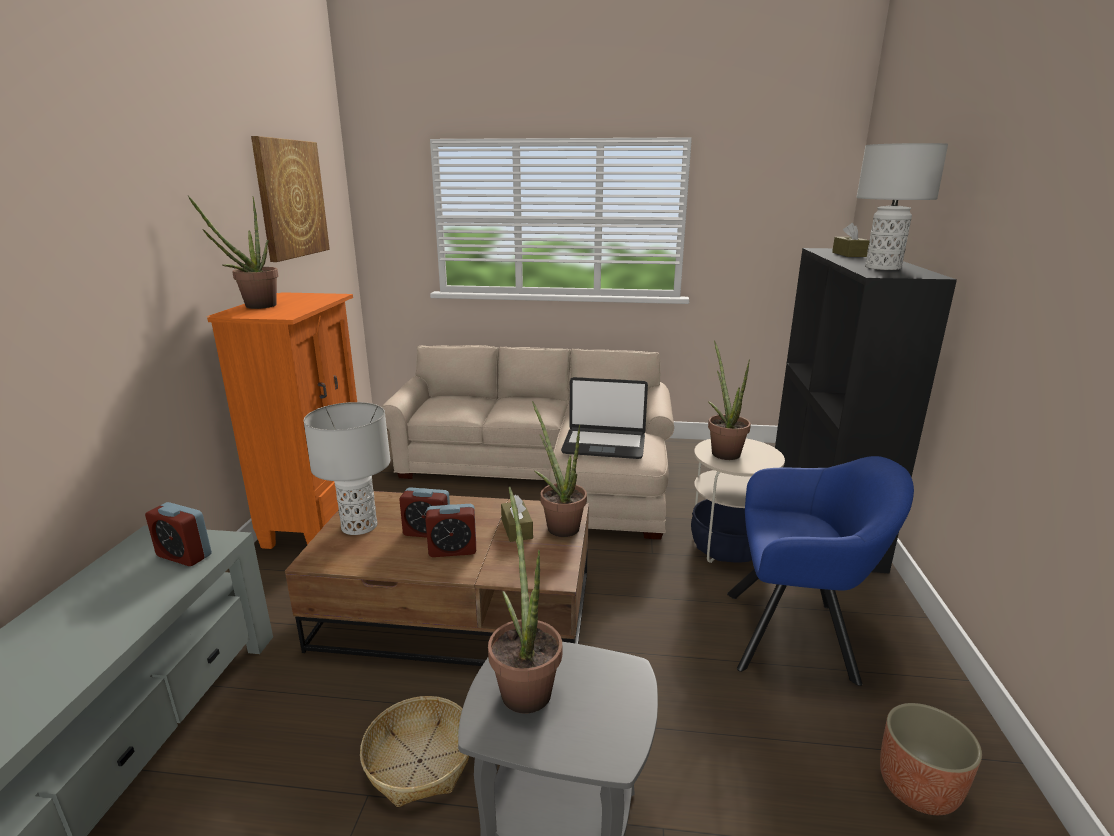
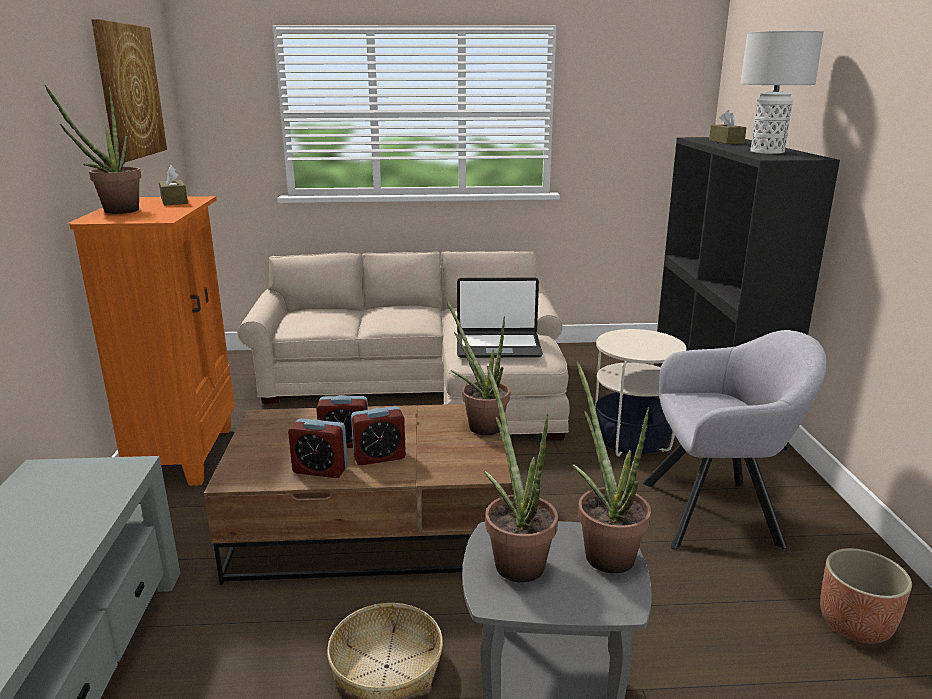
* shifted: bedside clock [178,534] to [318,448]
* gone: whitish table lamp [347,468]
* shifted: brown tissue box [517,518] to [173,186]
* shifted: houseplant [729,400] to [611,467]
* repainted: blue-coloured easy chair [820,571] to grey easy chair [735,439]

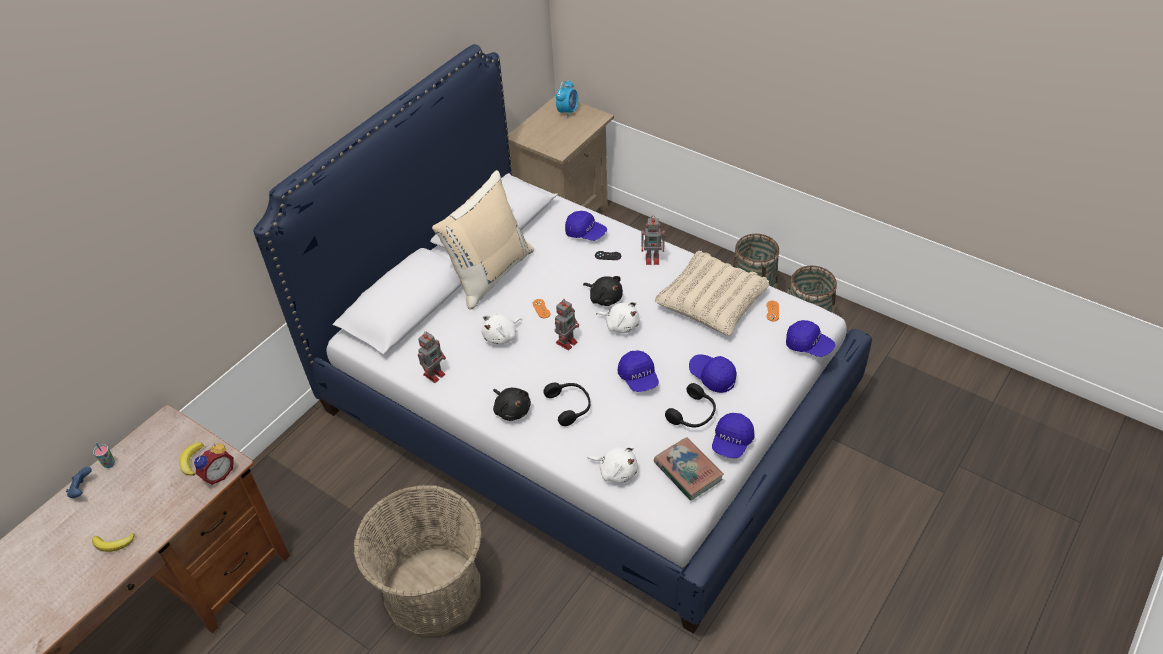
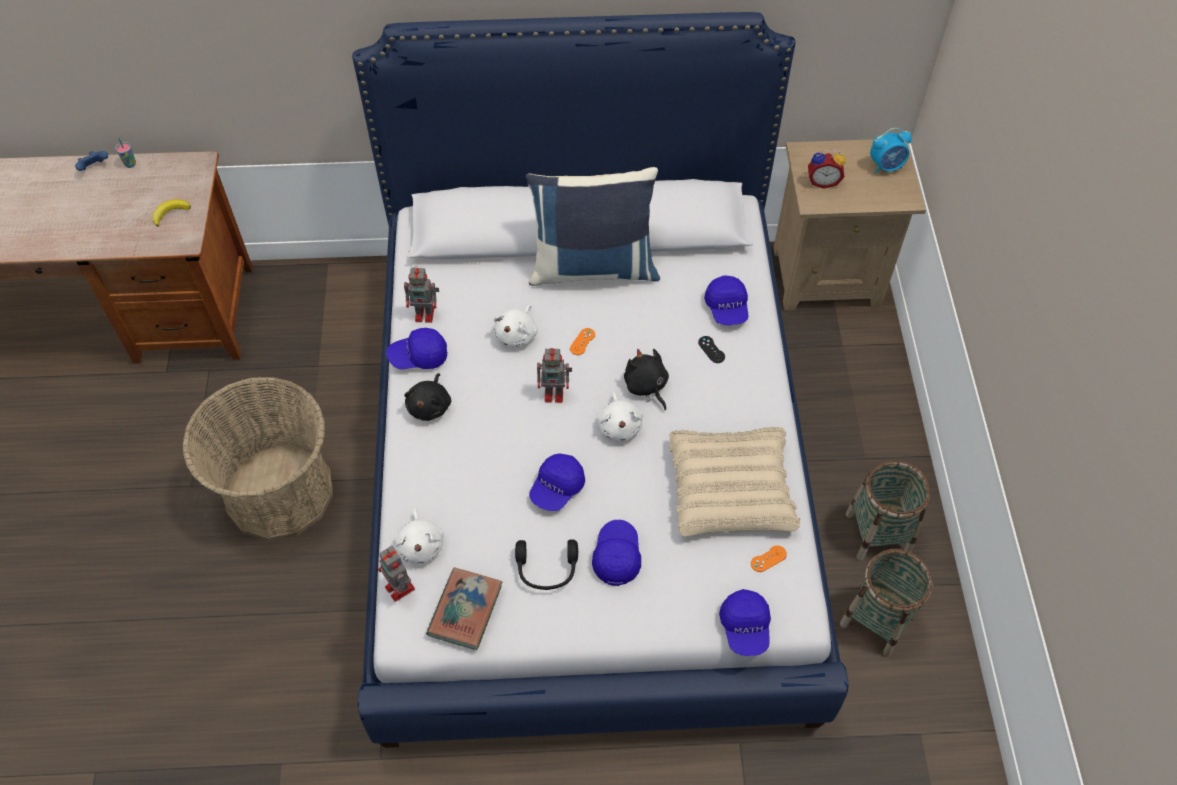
* gone: banana [113,542]
* shifted: bedside clock [214,464] to [827,169]
* repainted: beige-coloured cushion [483,240] to blue-coloured cushion [593,226]
* rotated: whitish soft toy [502,329] = [516,326] 75 degrees counterclockwise
* gone: blackish pair of headphones [567,404]
* rotated: blackish soft toy [603,291] = [646,379] 150 degrees clockwise
* shifted: robot figure [654,240] to [396,574]
* shifted: blue-coloured baseball cap [733,435] to [416,348]

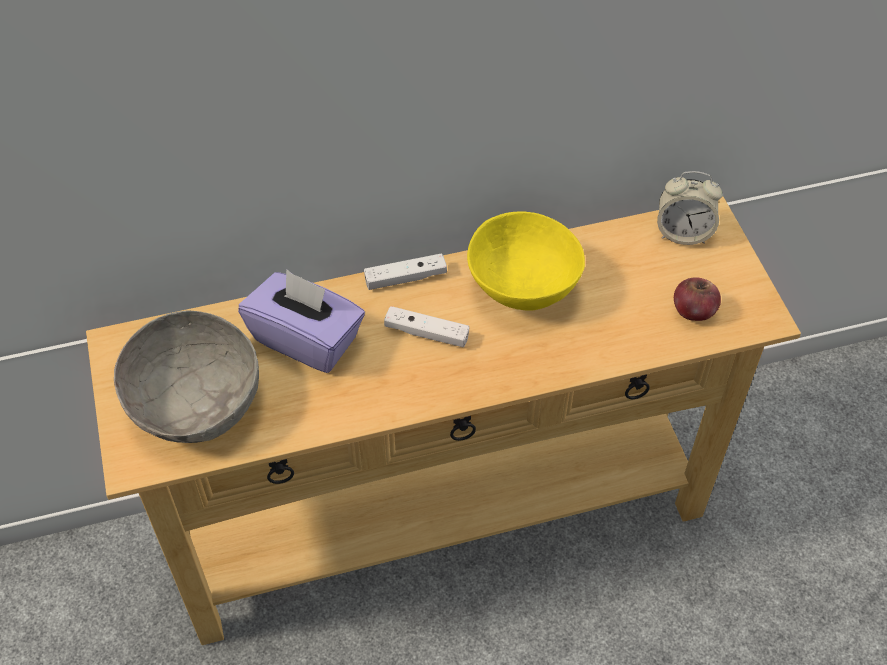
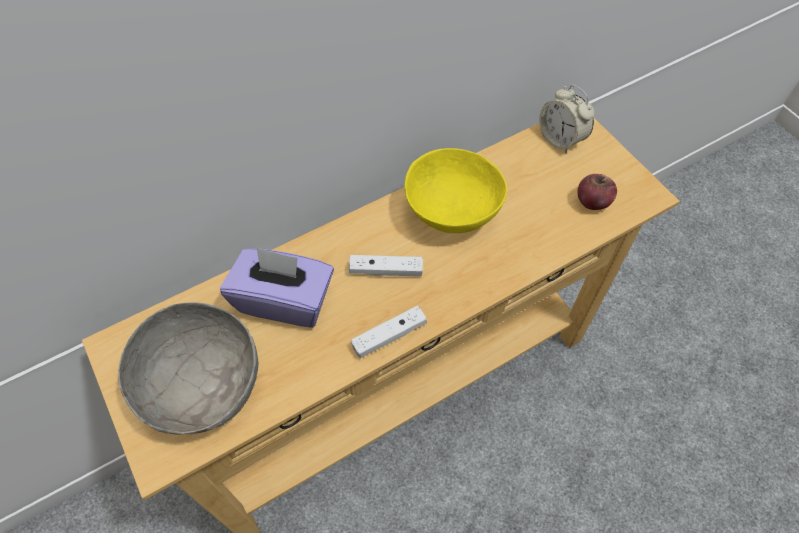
* shifted: whitish game controller [405,271] to [389,331]
* rotated: bedside clock [690,208] = [567,119] 60 degrees clockwise

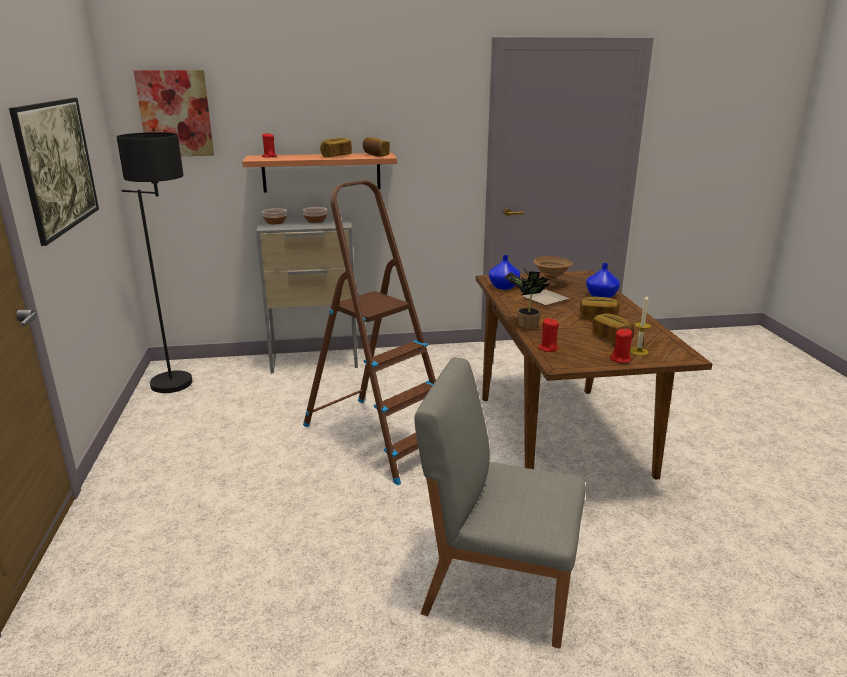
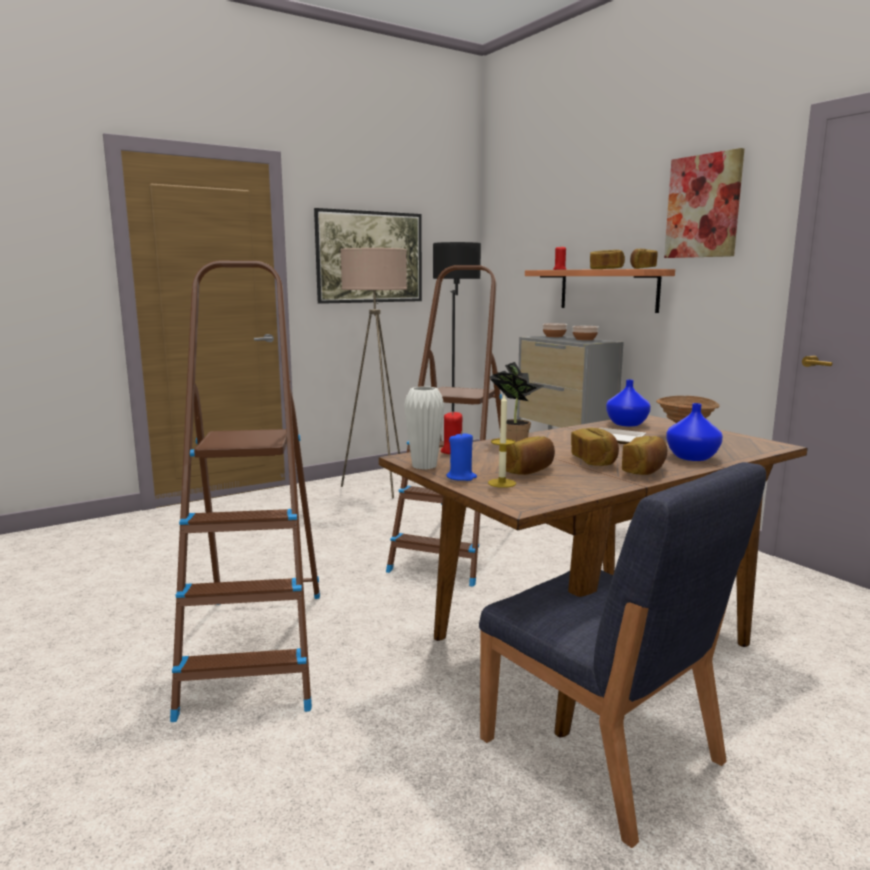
* shifted: wall picture [174,113] to [704,203]
* swapped: grey chair [500,503] to brown stepladder [245,491]
* repainted: red-coloured candle [621,345] to blue-coloured candle [461,456]
* new: beige-coloured floor lamp [373,373]
* new: whitish flower vase [424,428]
* new: blue-coloured chair [622,655]
* new: baked bread [644,455]

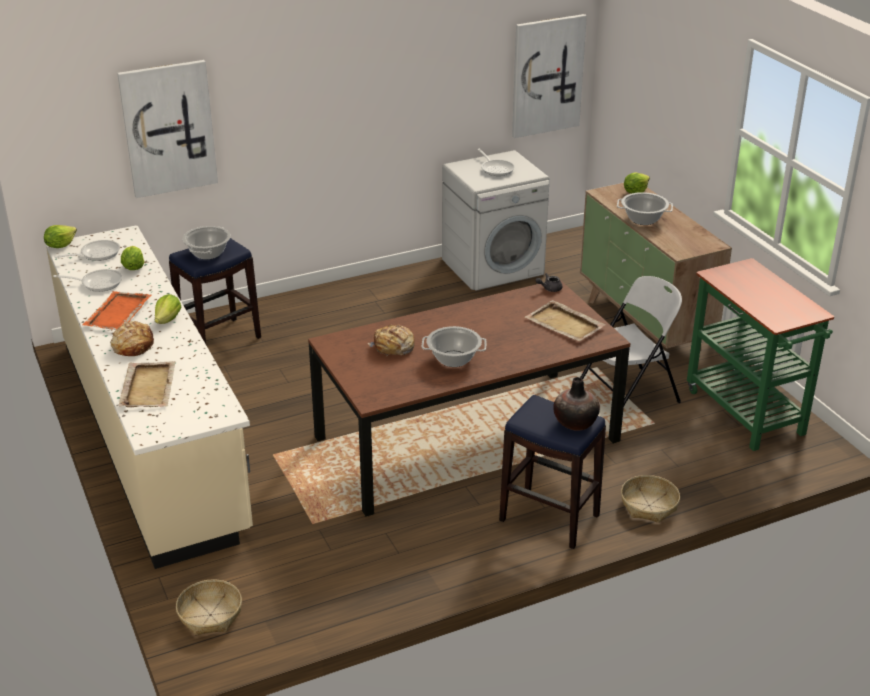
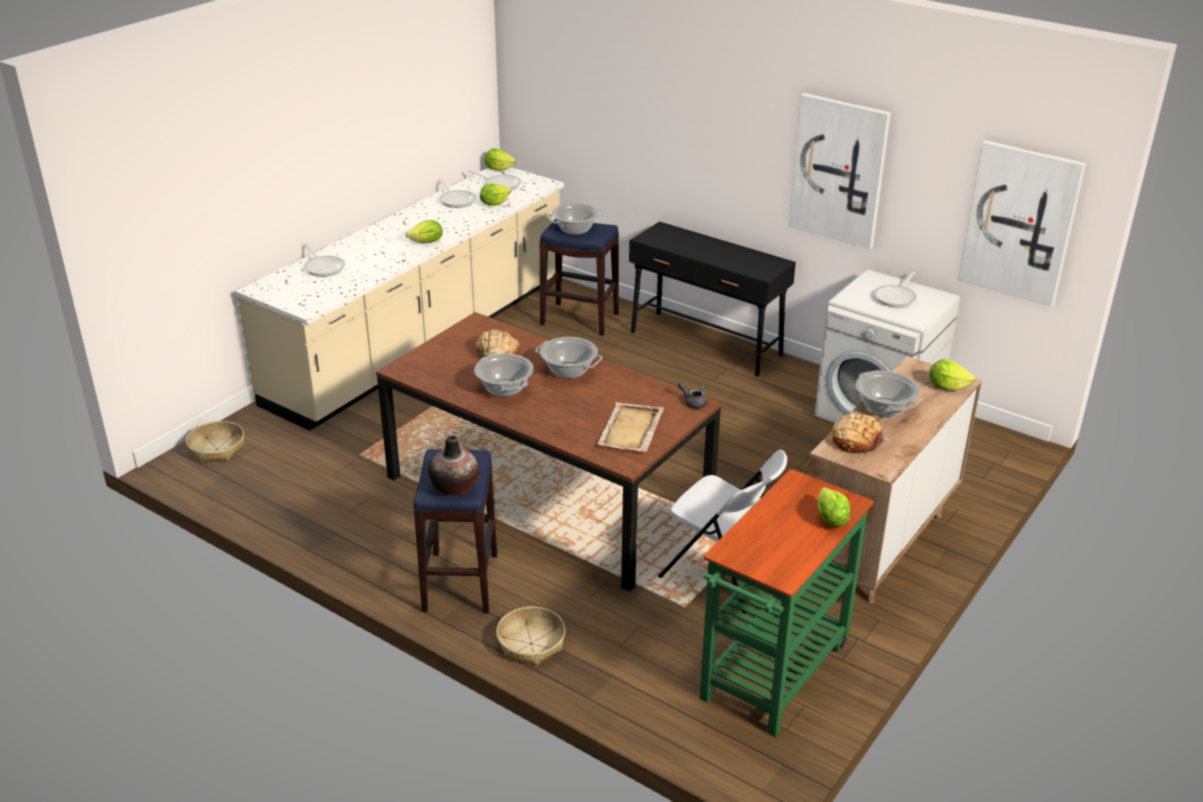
* gone: orange carrying tray [116,310]
* shifted: baked bread [132,338] to [860,434]
* shifted: wall picture [167,129] to [840,171]
* swapped: beige-coloured carrying tray [146,384] to frying pan [324,260]
* new: stockpot [569,358]
* new: blackish hall table [712,299]
* new: lettuce head [834,507]

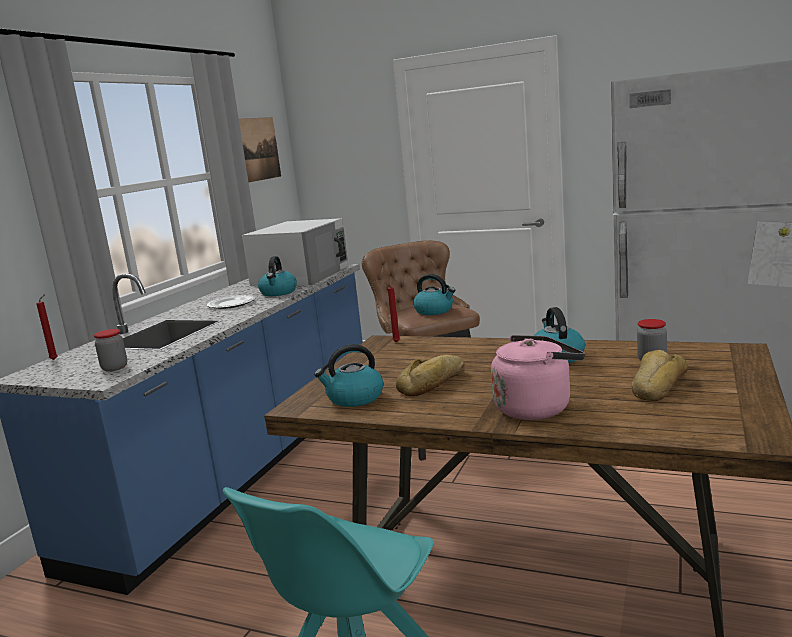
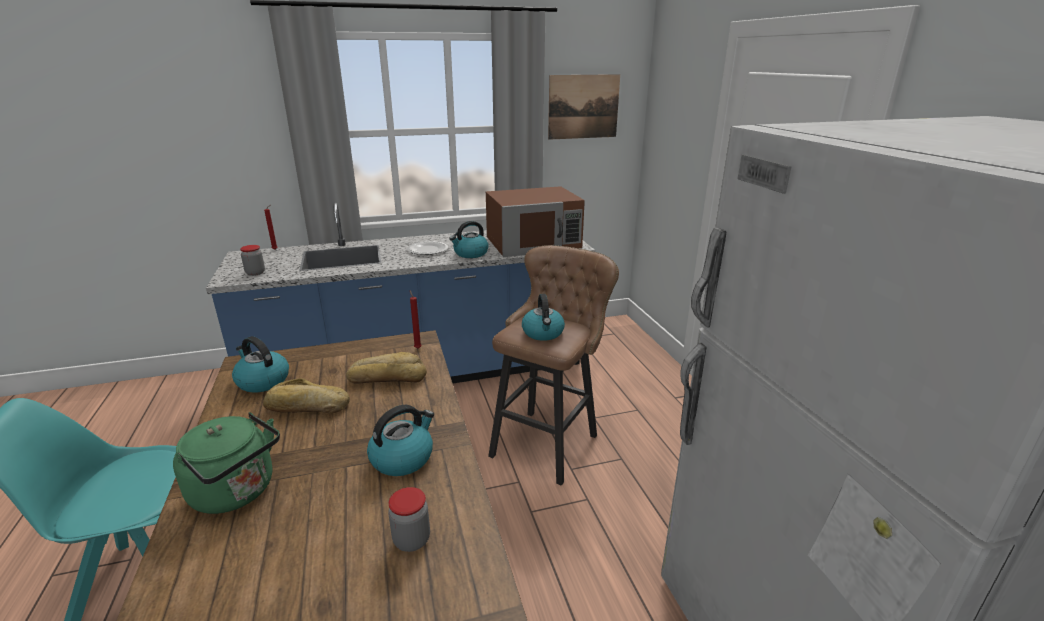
* repainted: whitish kitchen microwave [295,252] to brown kitchen microwave [535,221]
* repainted: pink-coloured water kettle [538,377] to green-coloured water kettle [226,463]
* shifted: baked bread [659,375] to [386,368]

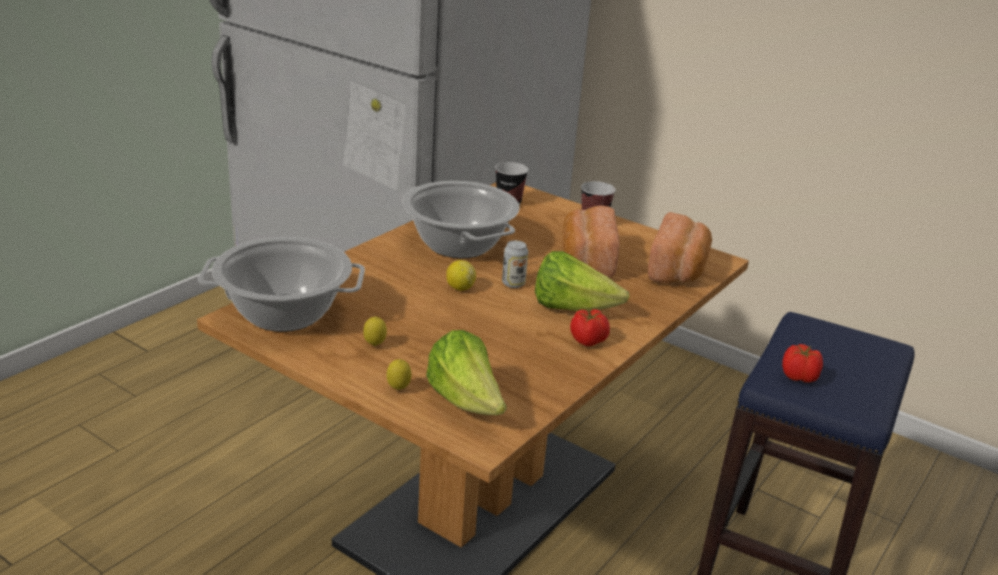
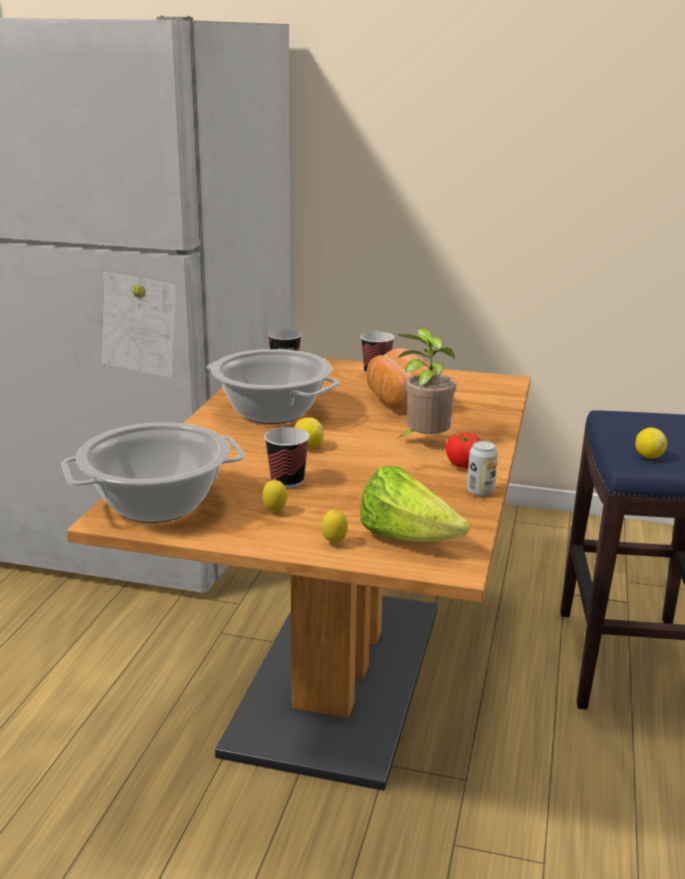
* shifted: can [515,264] to [482,468]
* swapped: lettuce head [582,281] to houseplant [427,382]
* gone: baked bread [680,247]
* swapped: fresh tomato [802,363] to citrus fruit [651,442]
* new: cup [287,457]

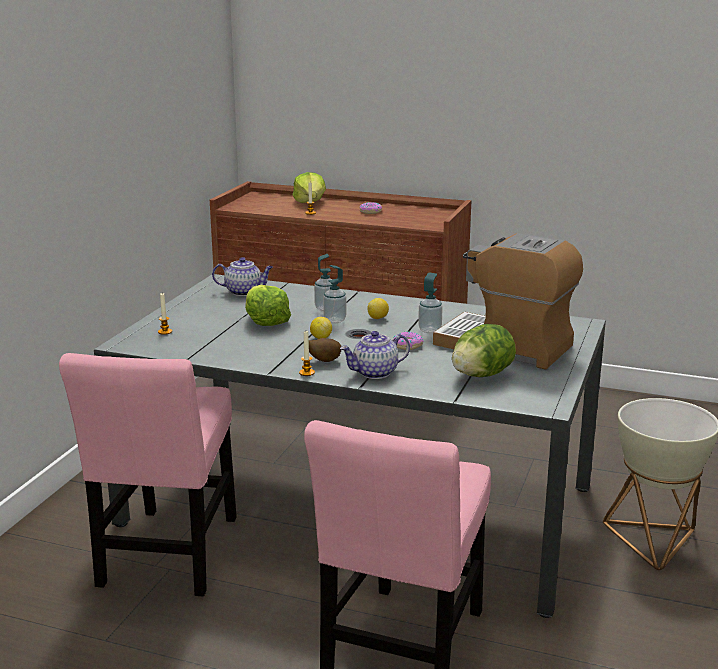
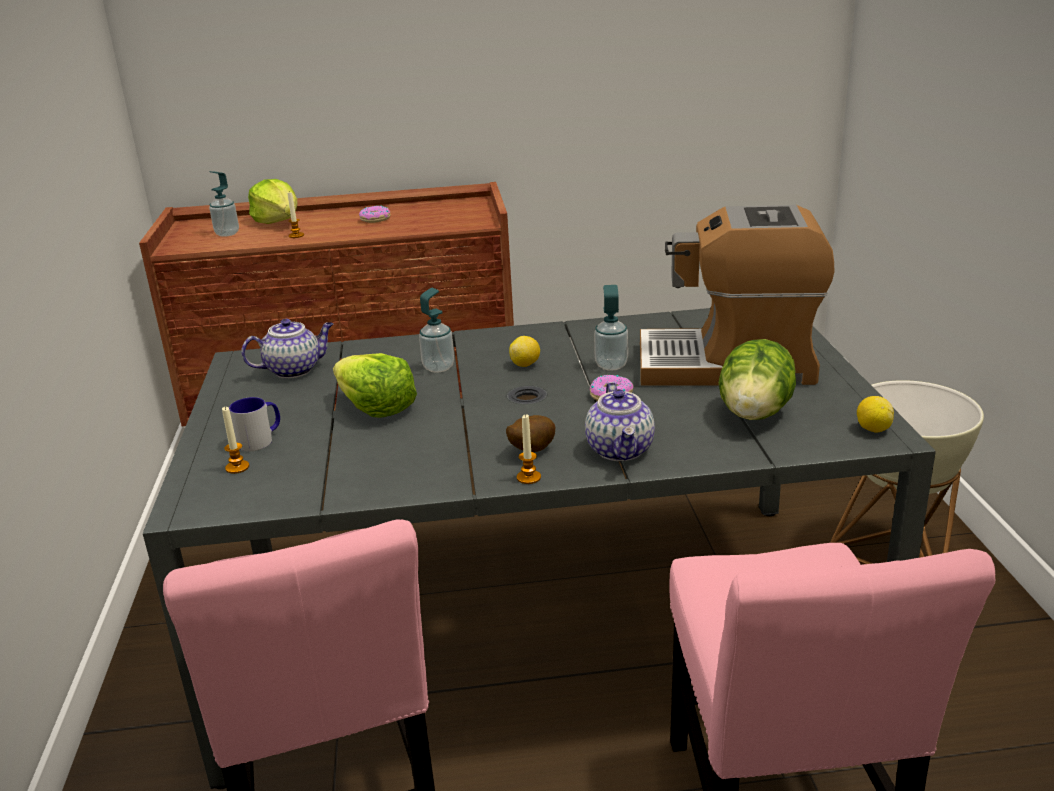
* shifted: citrus fruit [321,328] to [875,414]
* shifted: liquid soap bottle [334,294] to [224,204]
* rotated: teapot [375,355] = [620,421] 45 degrees counterclockwise
* new: coffee mug [254,424]

